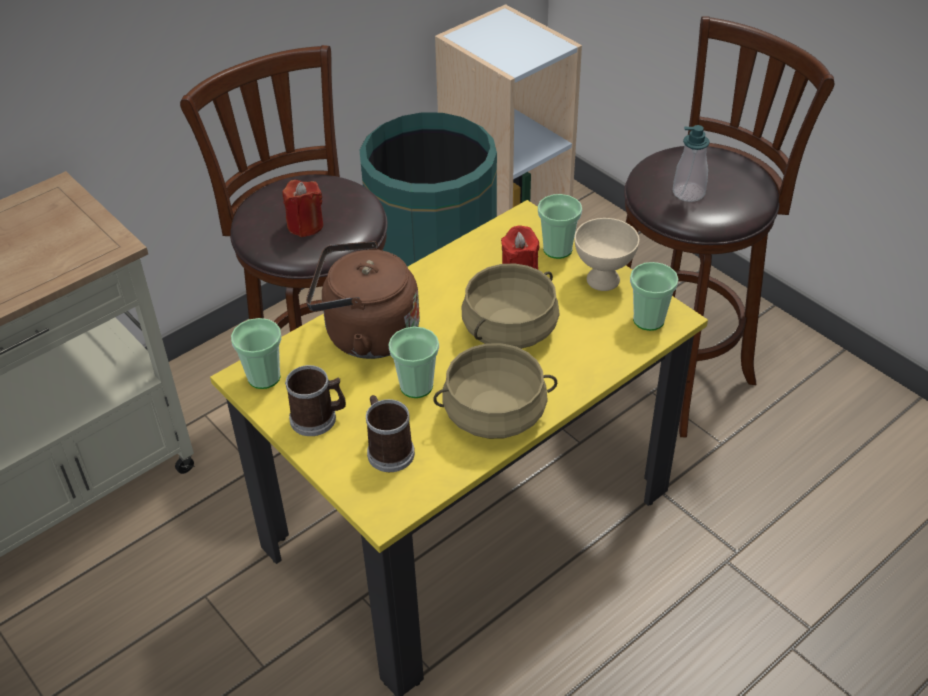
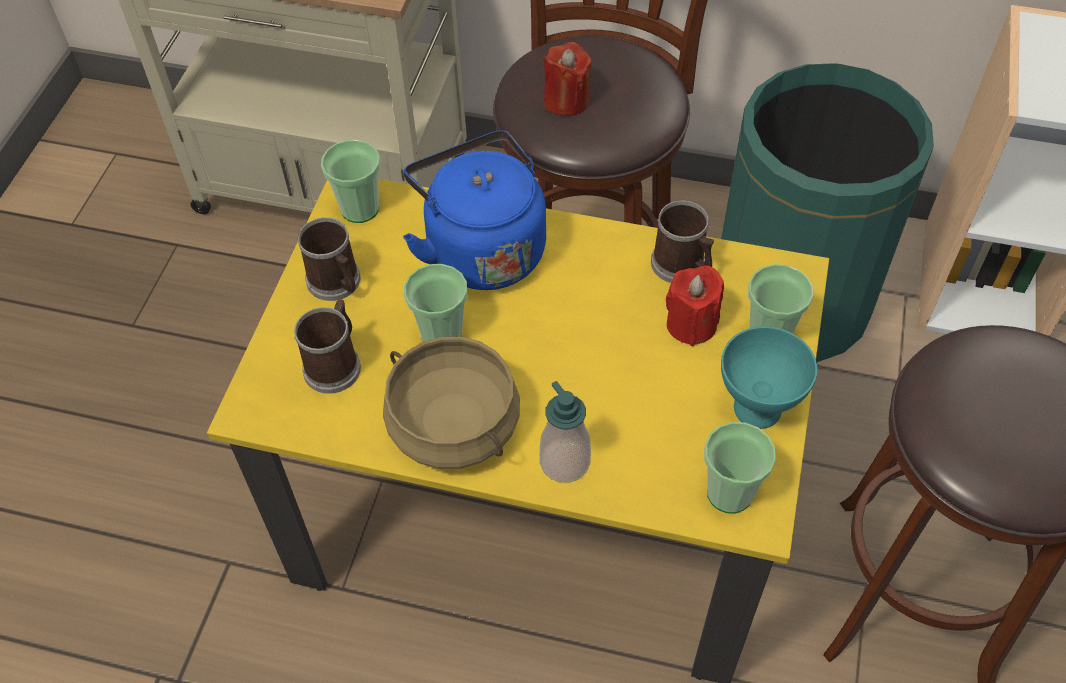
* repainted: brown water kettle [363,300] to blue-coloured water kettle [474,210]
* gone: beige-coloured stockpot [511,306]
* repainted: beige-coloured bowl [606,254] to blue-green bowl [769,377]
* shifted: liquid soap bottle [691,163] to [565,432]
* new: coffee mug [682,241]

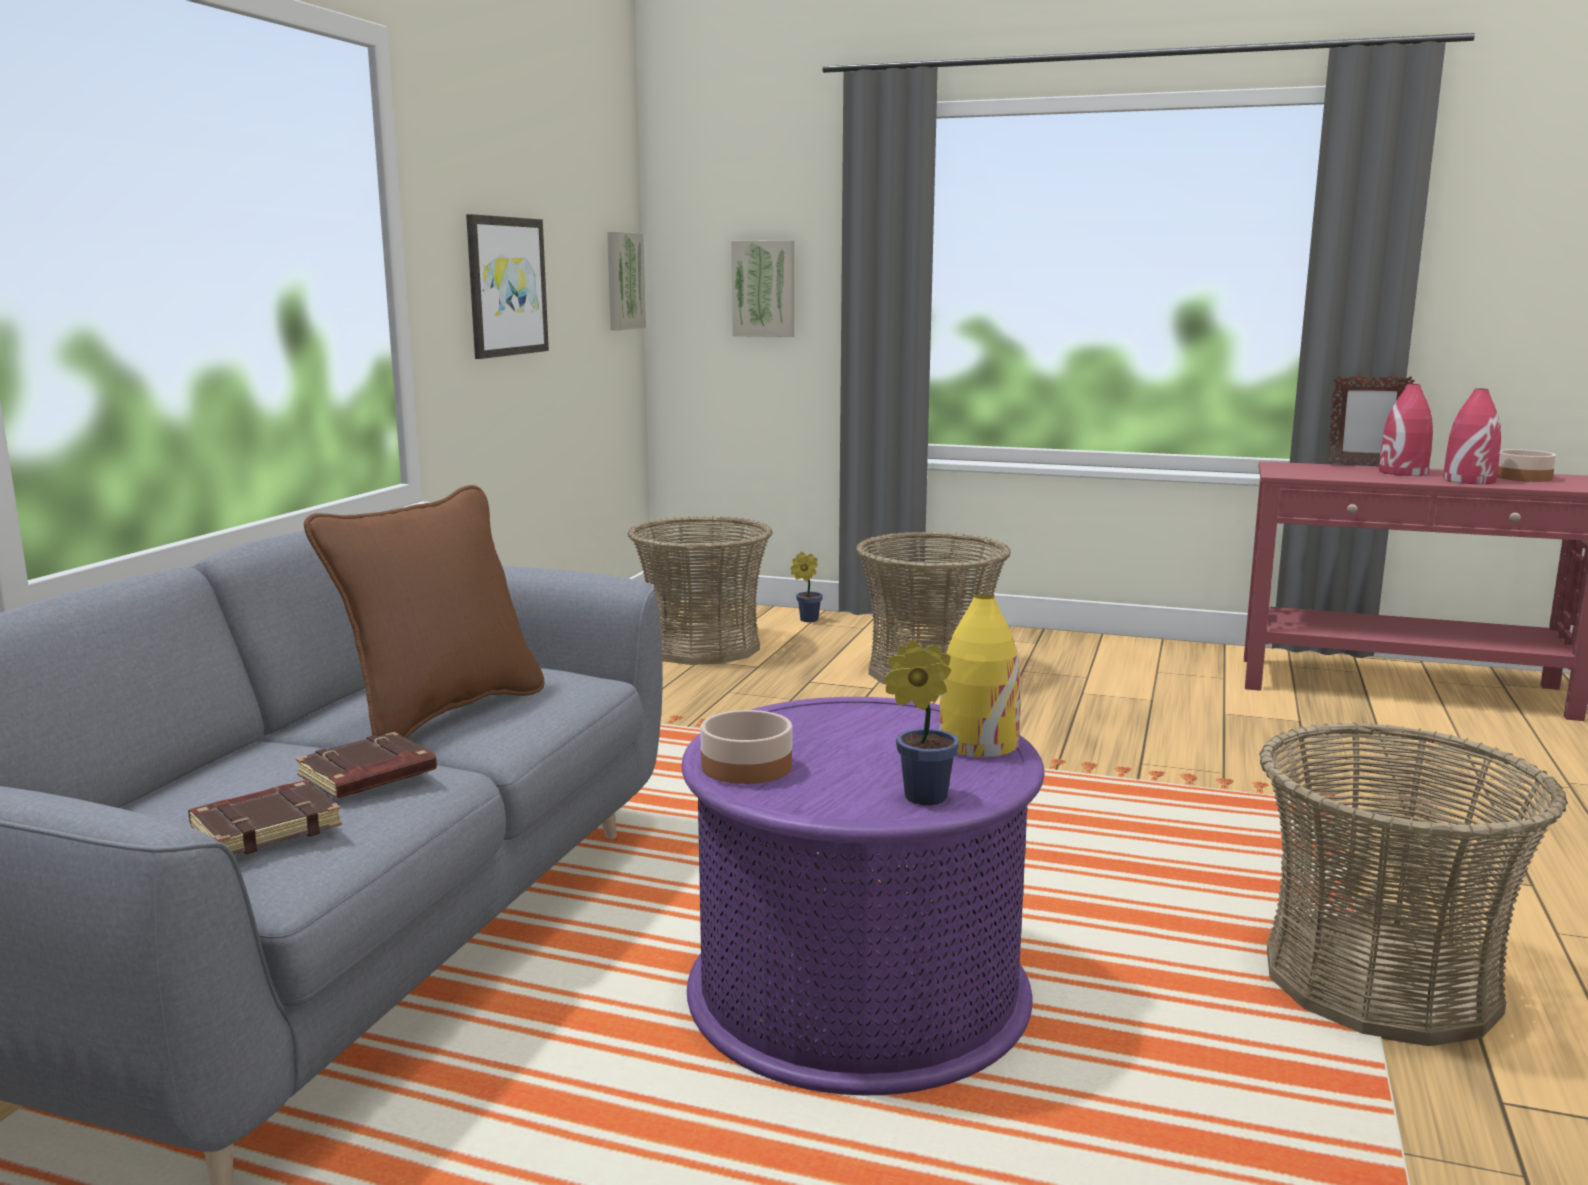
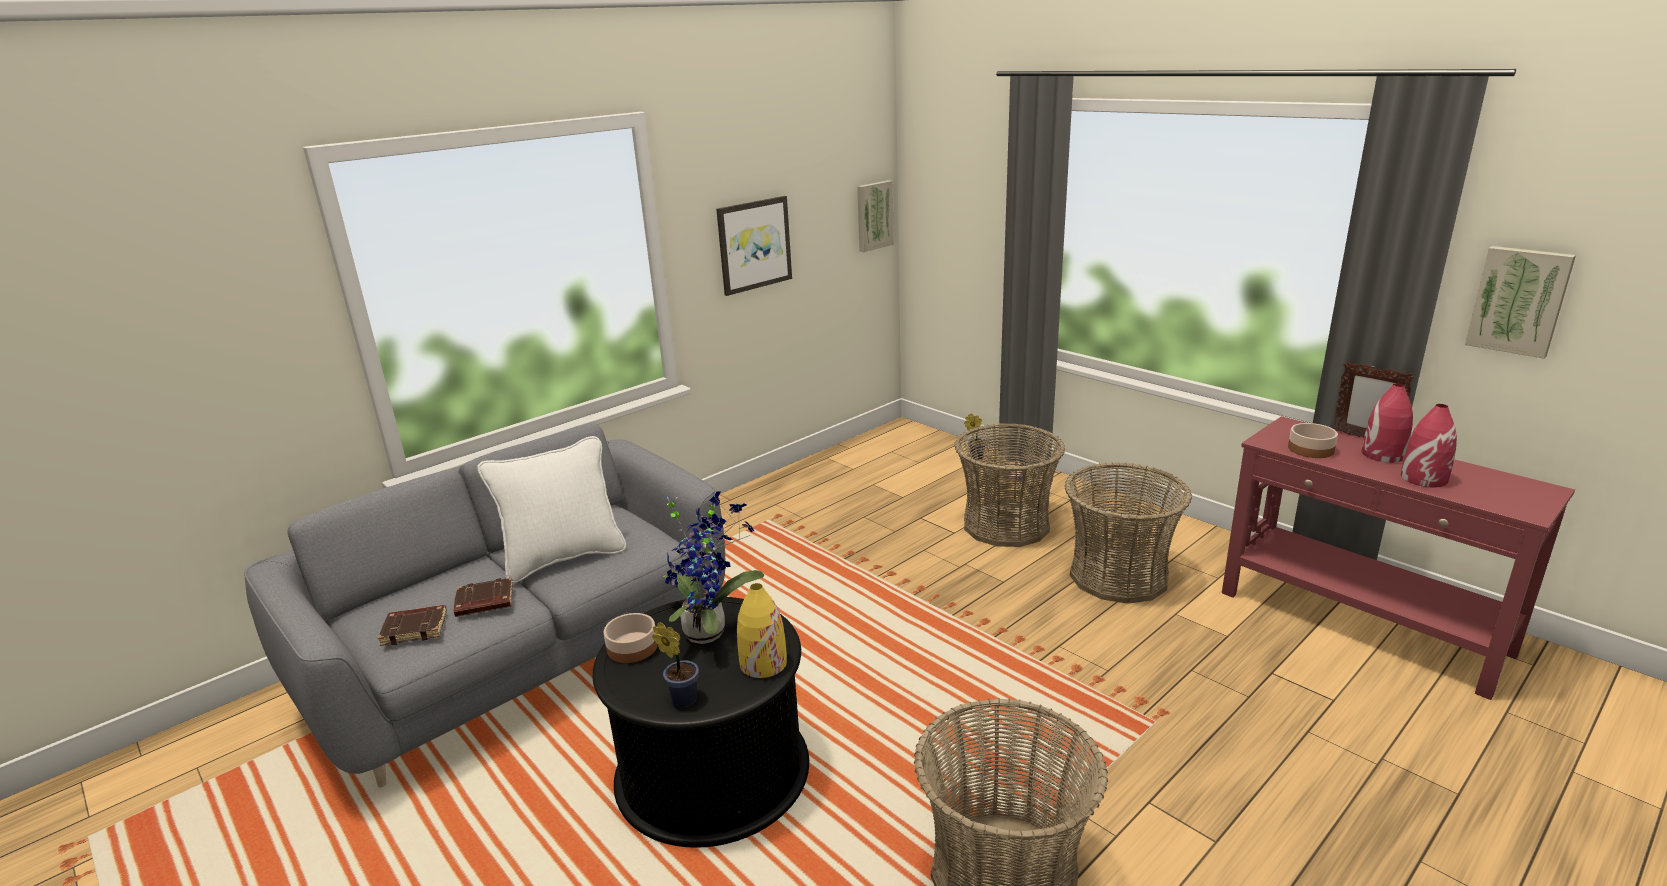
* repainted: brown cushion [424,611] to whitish cushion [551,509]
* shifted: storage basket [700,590] to [1128,533]
* repainted: purple-coloured lounge table [863,896] to blackish lounge table [700,722]
* shifted: wall picture [762,288] to [1520,302]
* shifted: bowl [1526,465] to [1313,440]
* new: houseplant [713,568]

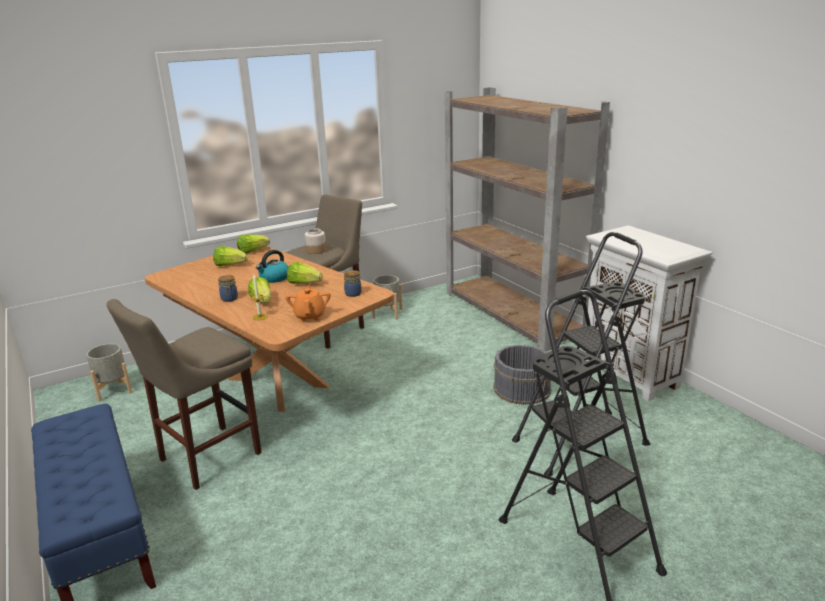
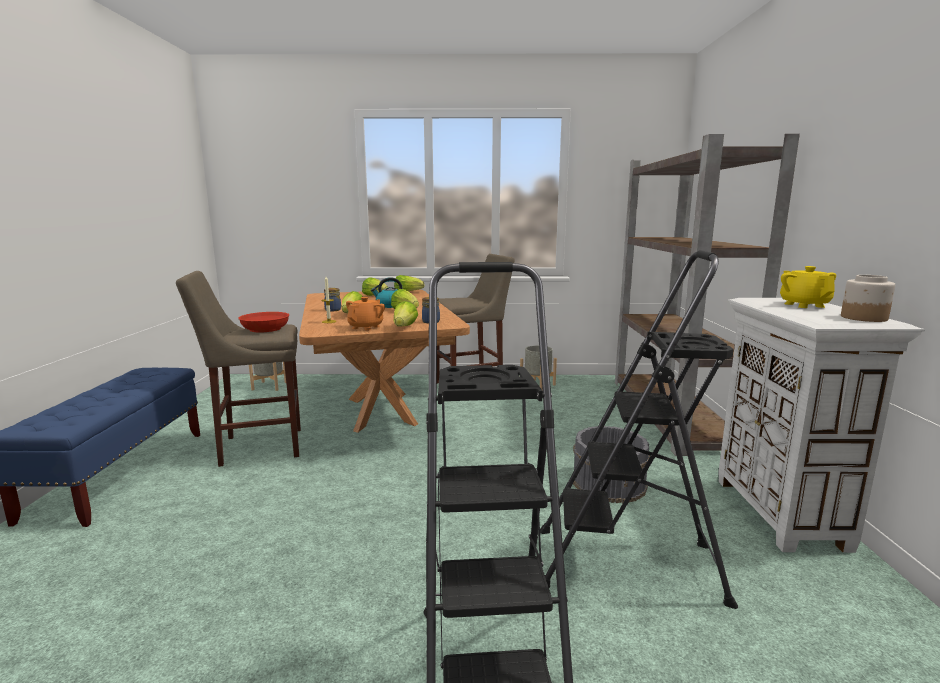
* shifted: preserve jar [315,241] to [868,298]
* new: red-coloured bowl [263,322]
* new: lettuce head [406,314]
* new: yellow-coloured teapot [808,287]

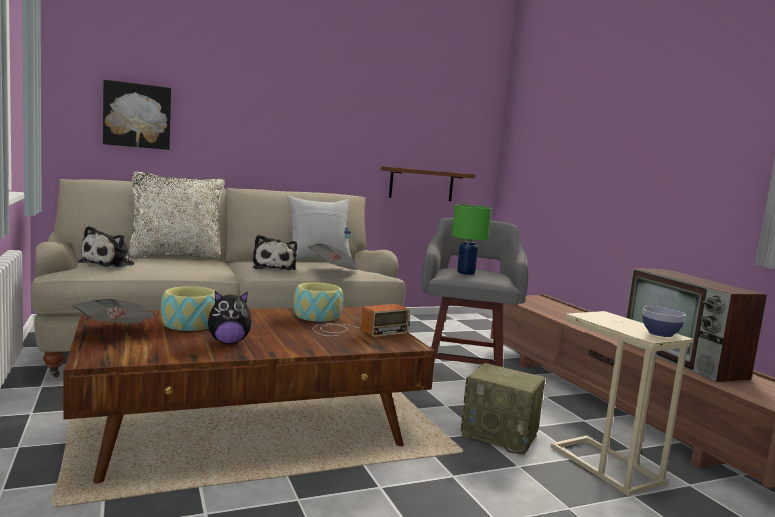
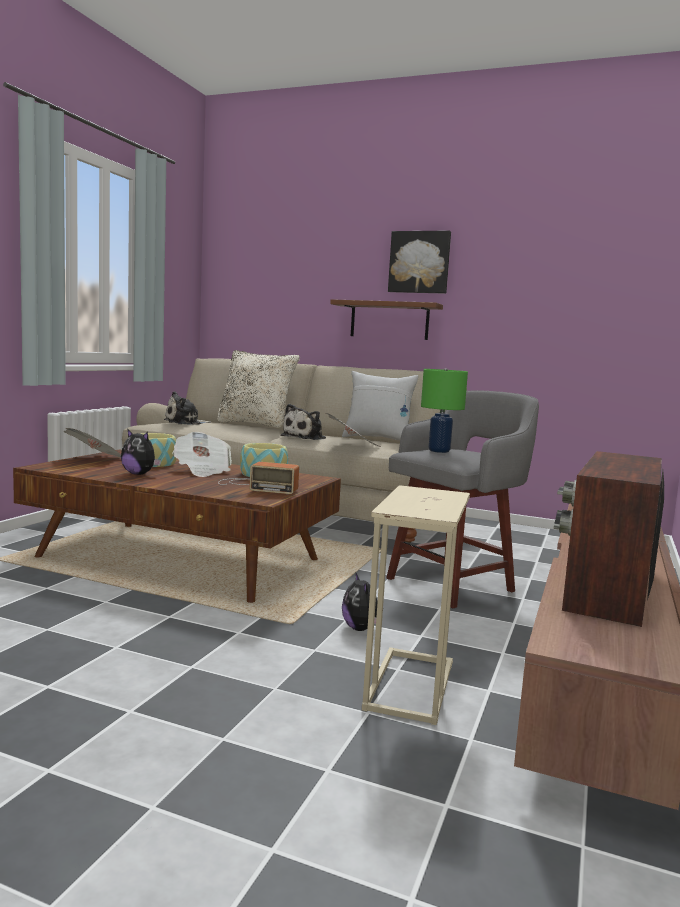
* shifted: wall picture [137,115] to [419,262]
* shifted: brown wall shelf [428,183] to [386,319]
* swapped: radio receiver [502,409] to soft toy [359,602]
* gone: bowl [664,321]
* new: printed paper [202,454]

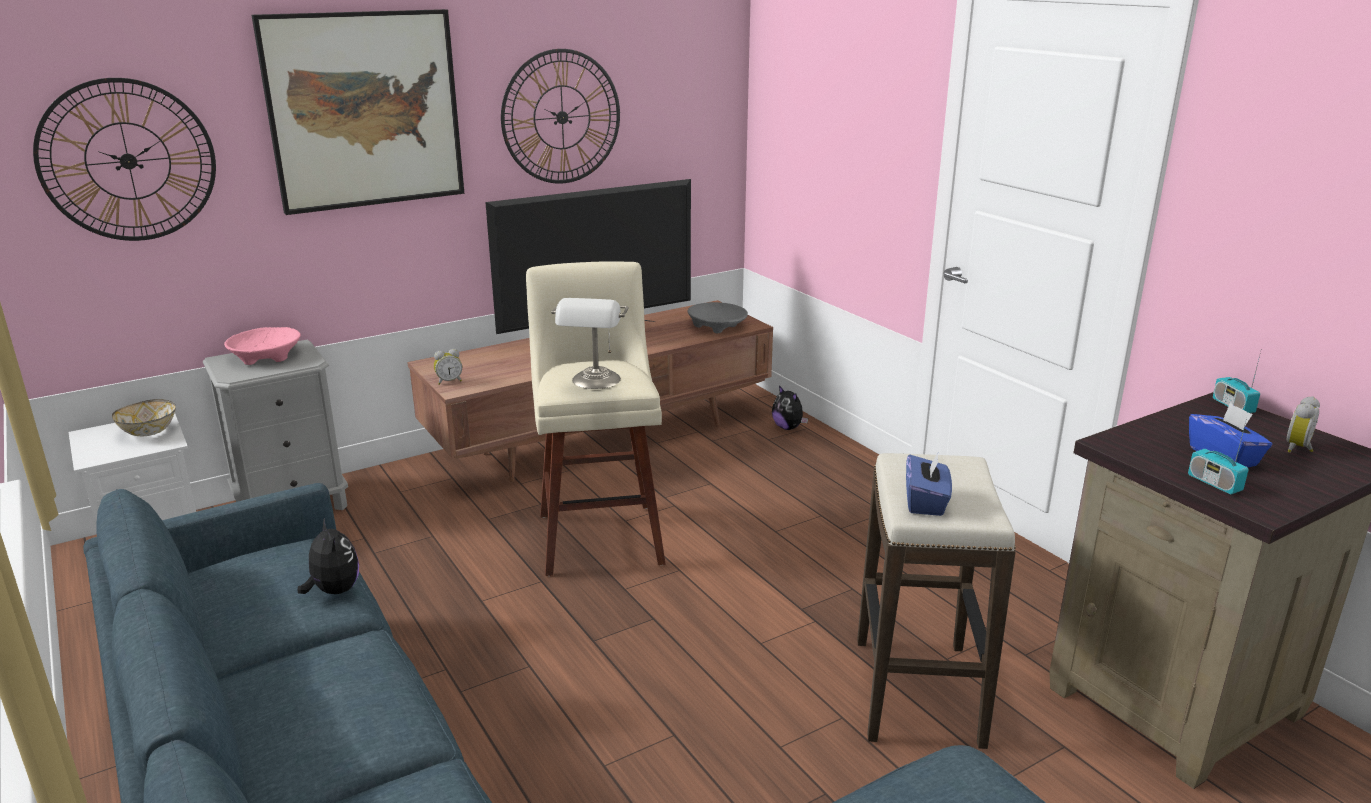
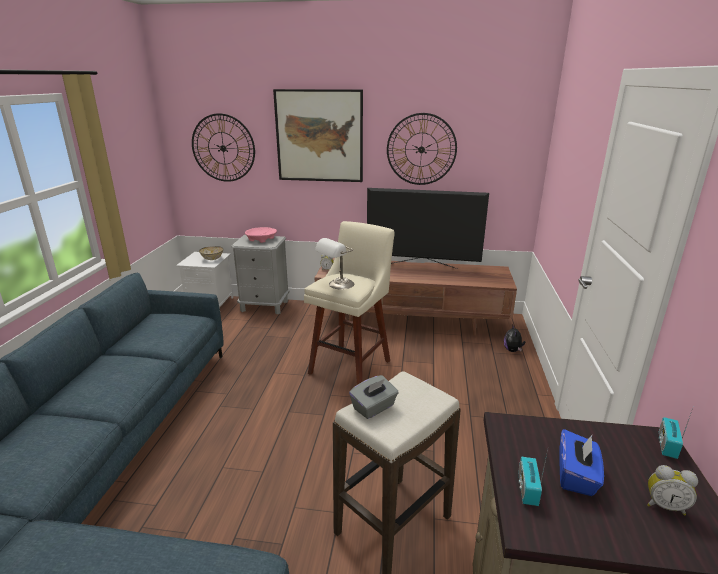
* gone: soft toy [328,555]
* gone: grey bowl [718,317]
* repainted: blue-coloured tissue box [929,483] to grey tissue box [374,397]
* rotated: bedside clock [1303,424] = [672,490] 150 degrees counterclockwise

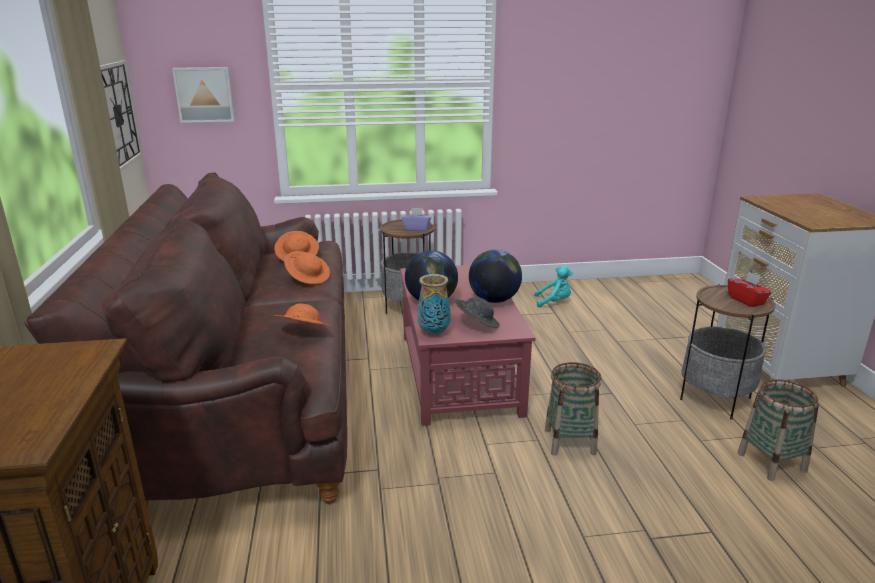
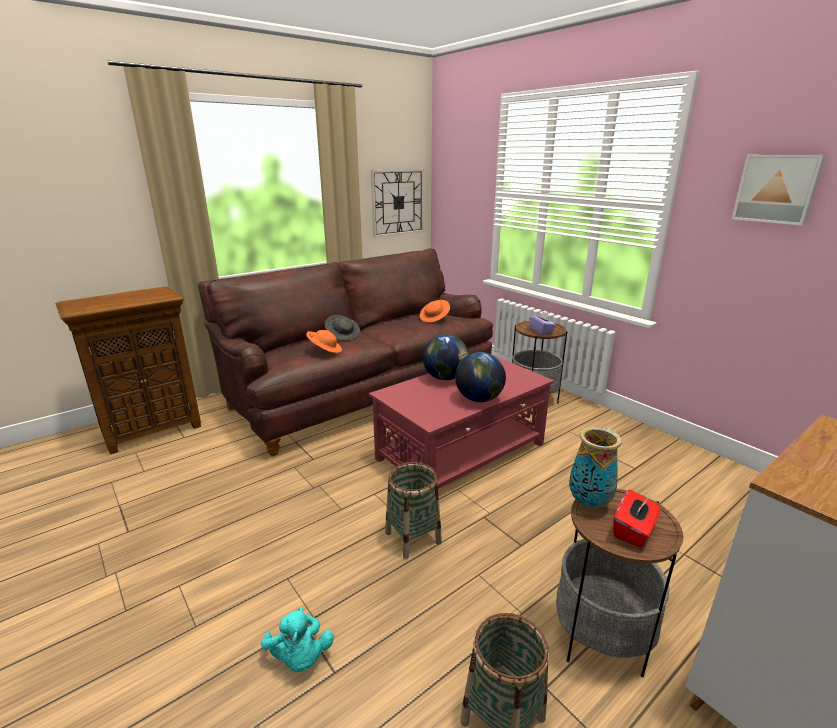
* shifted: wall picture [203,95] to [779,190]
* gone: orange hat [307,267]
* shifted: flower vase [434,305] to [595,468]
* shifted: grey hat [477,312] to [342,328]
* shifted: blue-green soft toy [553,287] to [297,639]

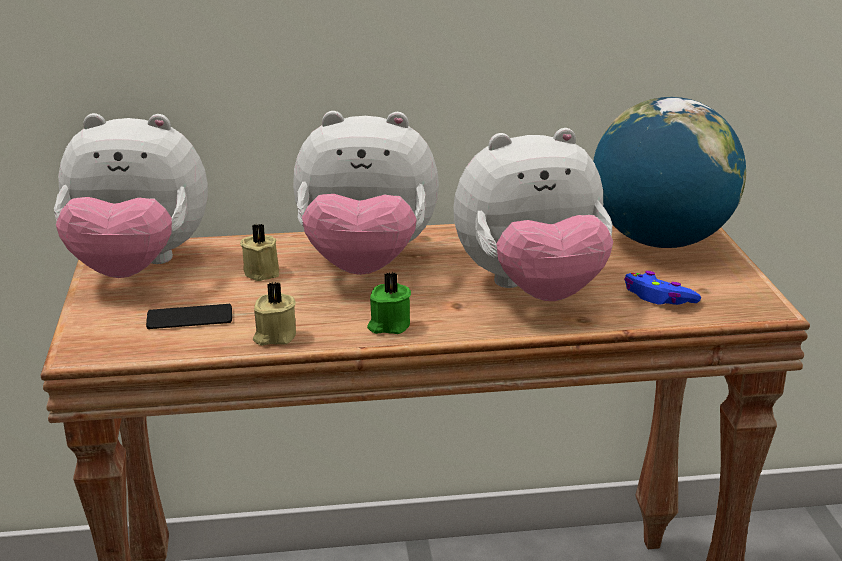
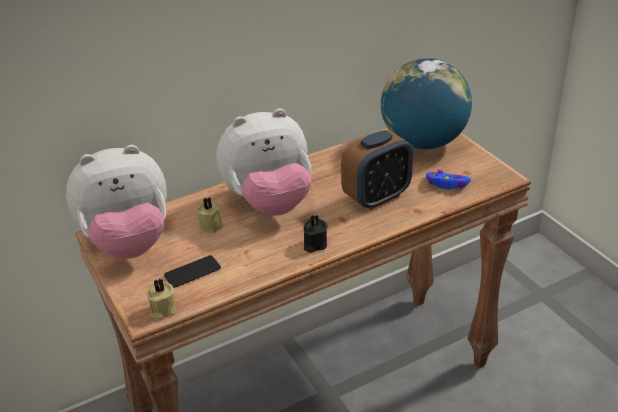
* shifted: beige-coloured candle [274,314] to [162,299]
* repainted: green-coloured candle [389,303] to blackish candle [316,234]
* swapped: soft toy [533,214] to bedside clock [377,170]

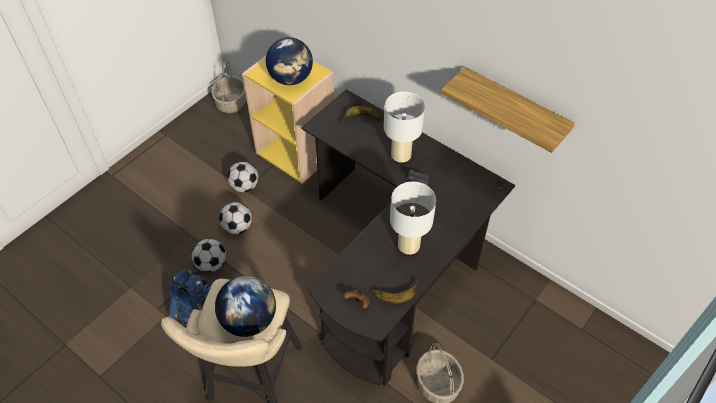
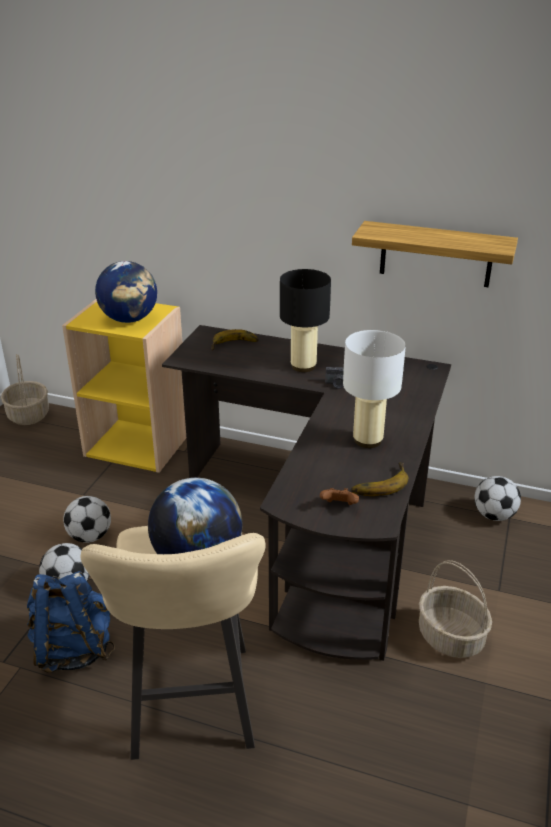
* shifted: ball for football [242,177] to [498,498]
* repainted: whitish table lamp [404,128] to blackish table lamp [305,320]

